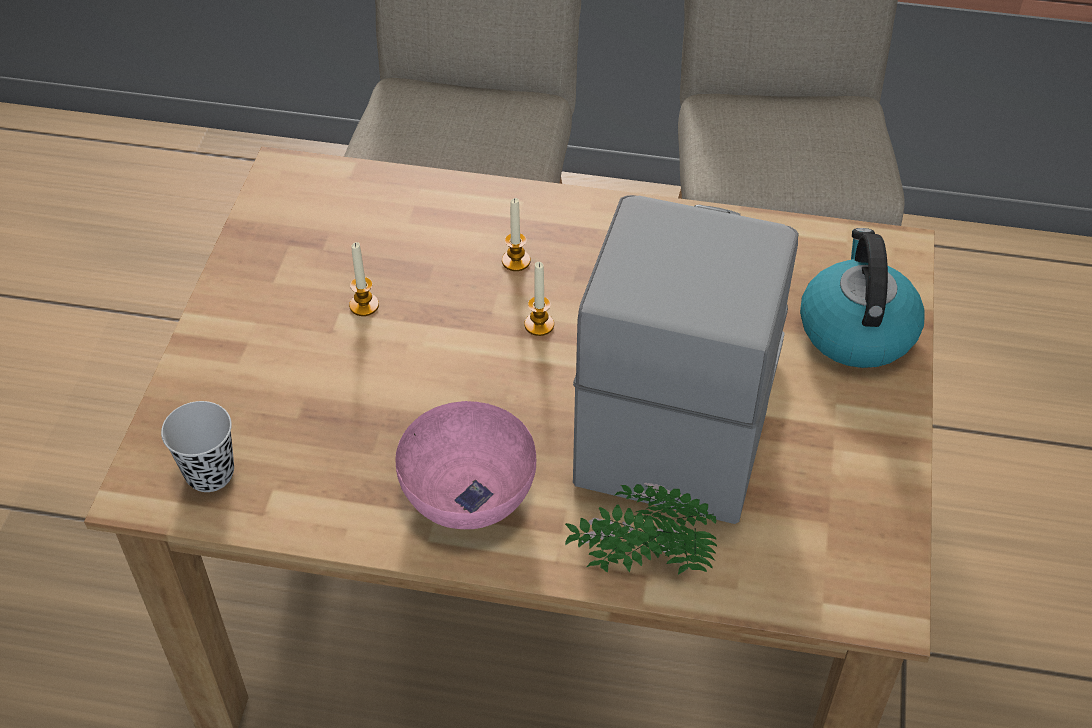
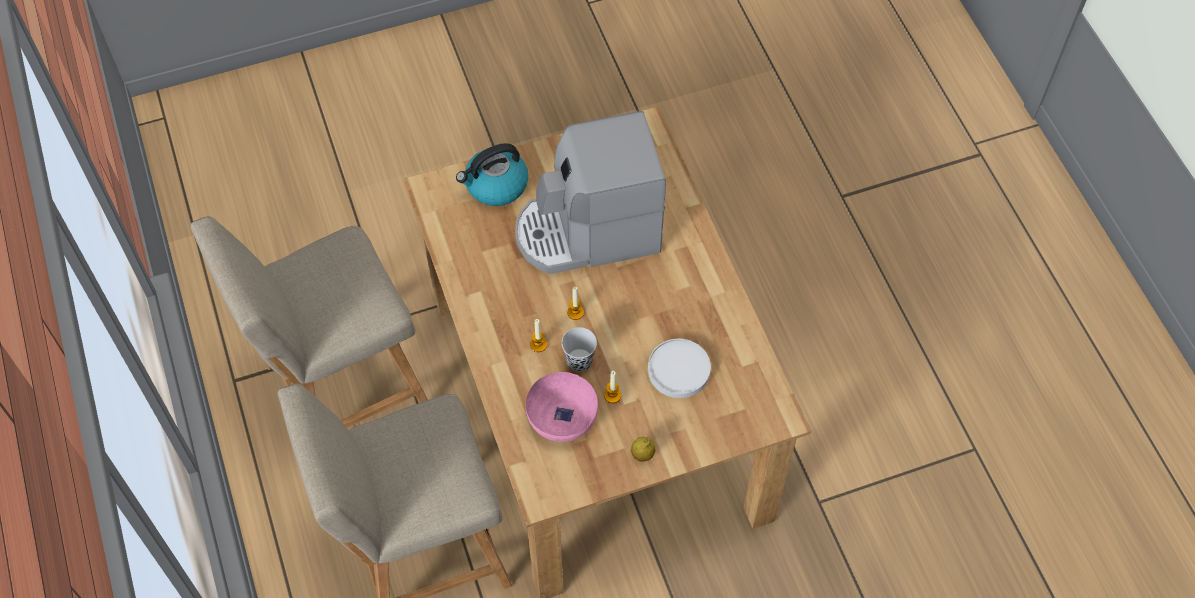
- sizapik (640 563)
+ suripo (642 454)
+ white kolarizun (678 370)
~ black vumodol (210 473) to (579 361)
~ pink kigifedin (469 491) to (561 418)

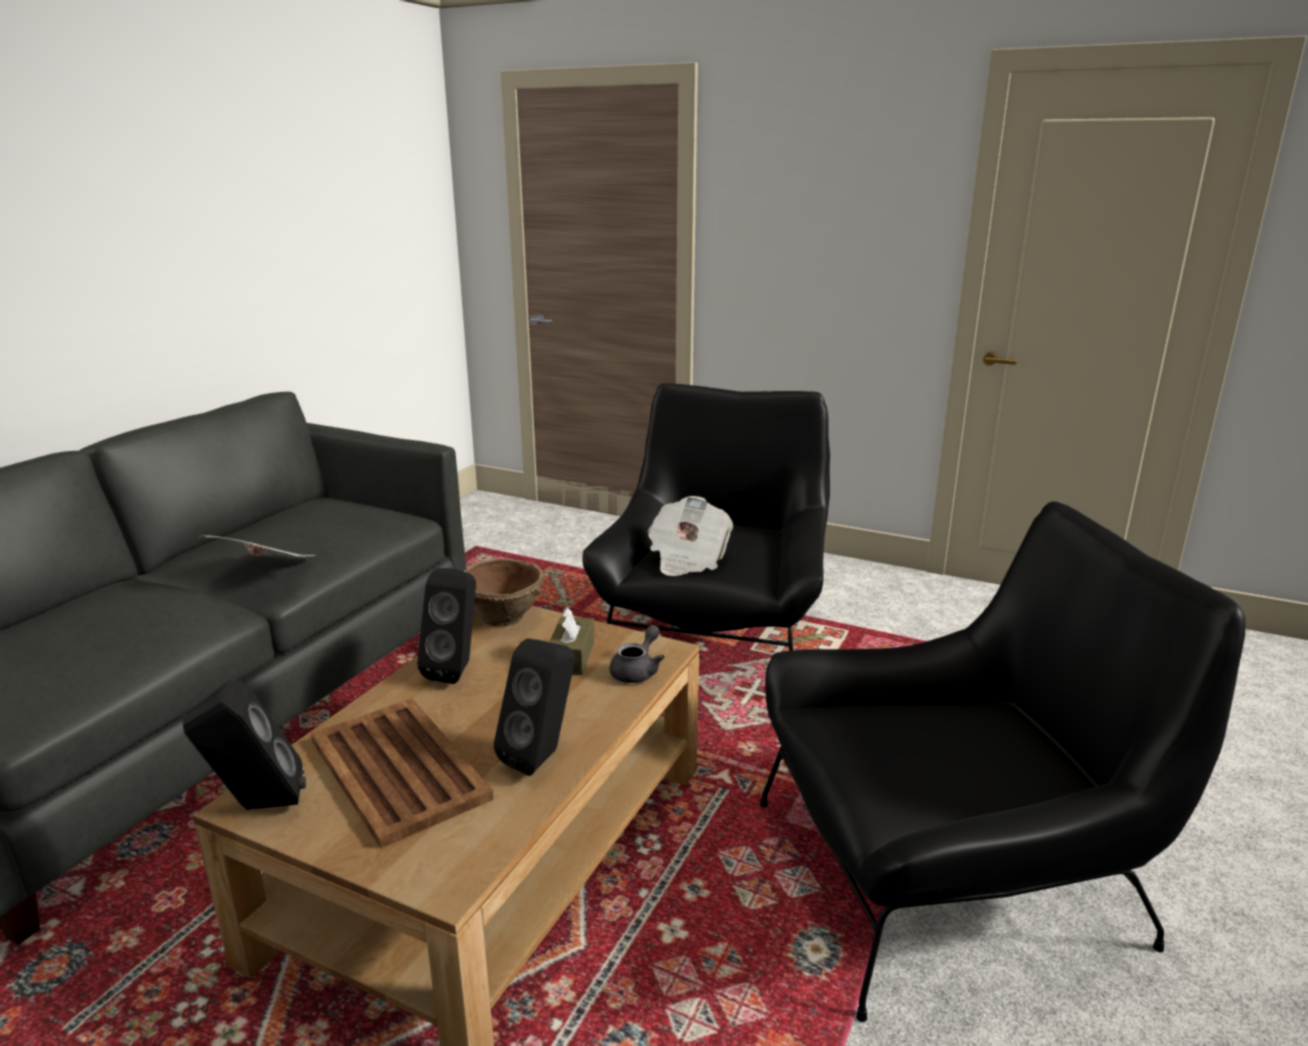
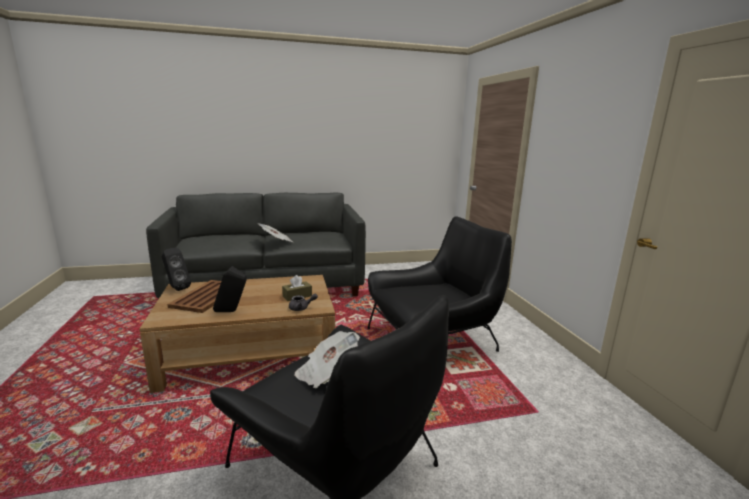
- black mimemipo (457 670)
- brown kigifedin (504 617)
~ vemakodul (687 558) to (327 373)

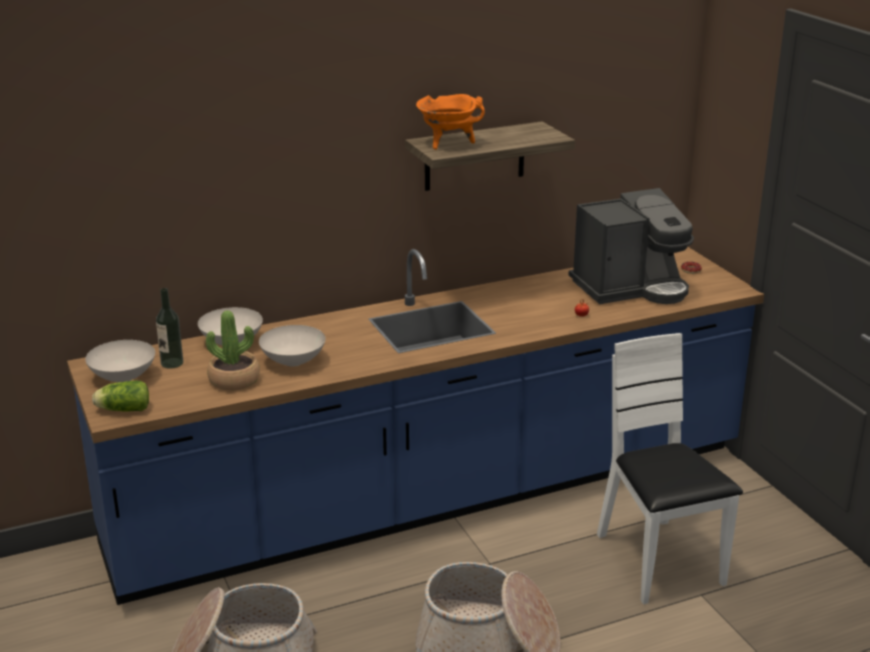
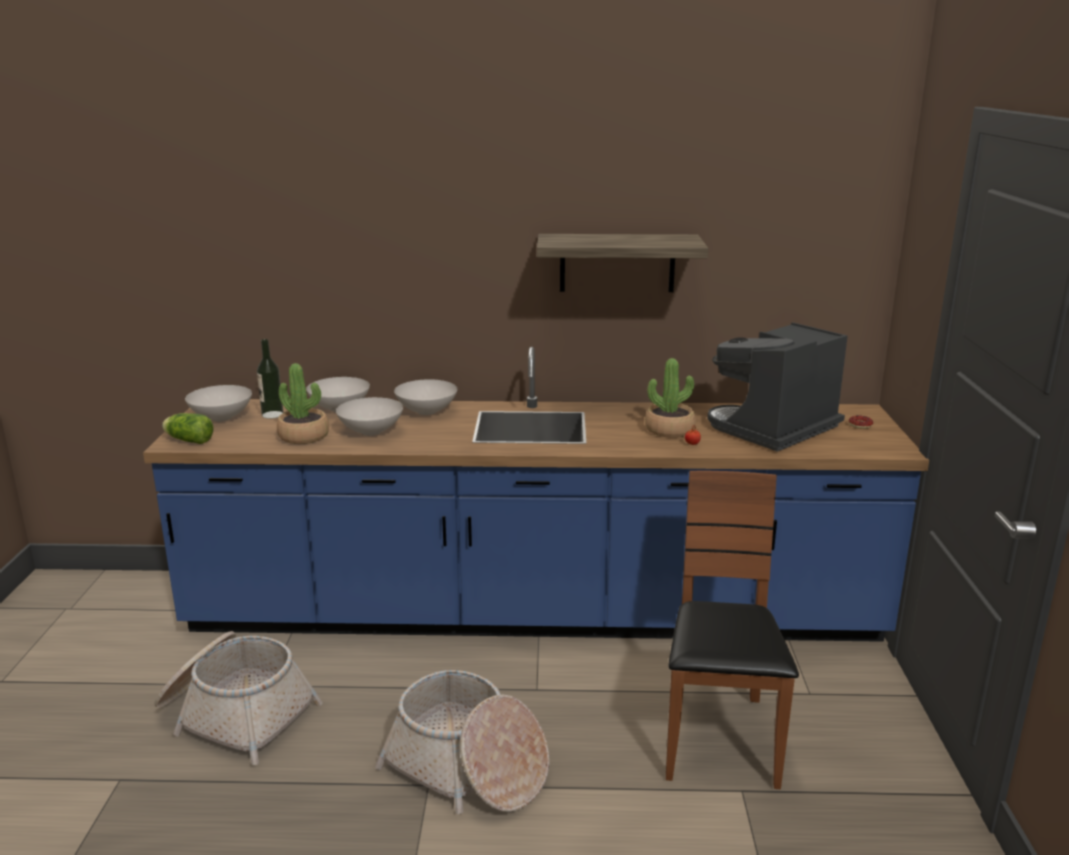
- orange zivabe (448 143)
+ white kigifedin (425 412)
+ sizapik (669 430)
~ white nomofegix (658 561) to brown nomofegix (718 739)
~ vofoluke (630 288) = (773 429) 135 degrees clockwise

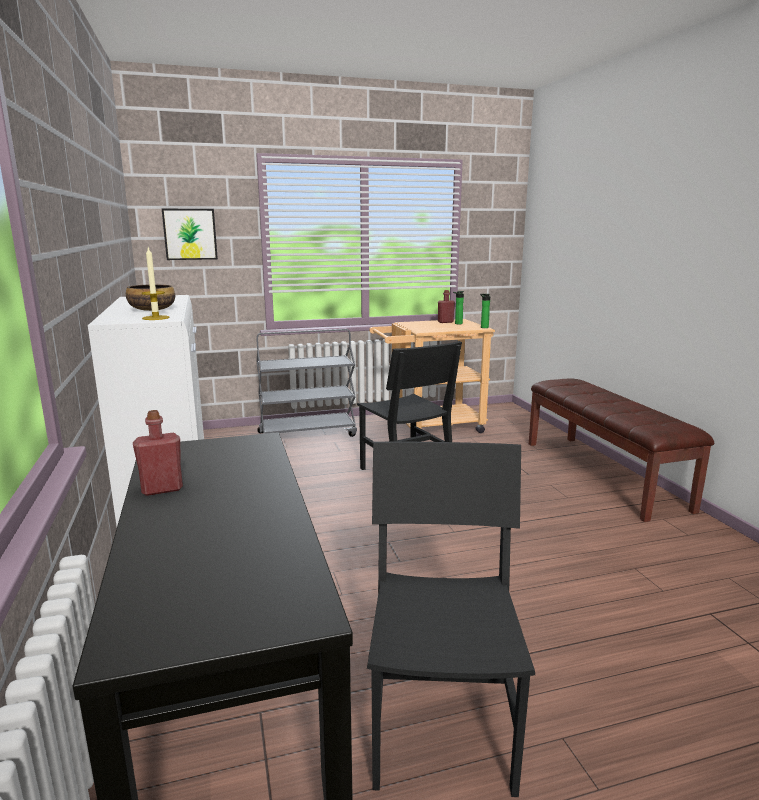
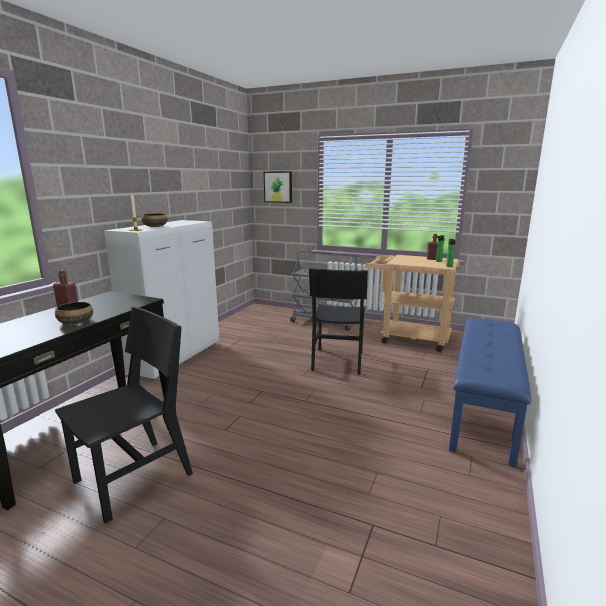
+ kigifedin (76 322)
~ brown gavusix (603 474) to blue gavusix (485 408)

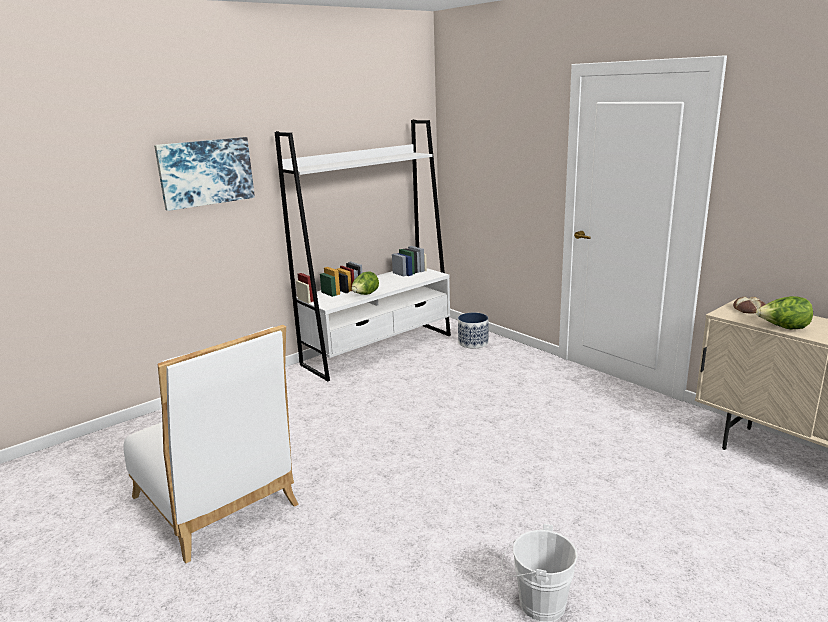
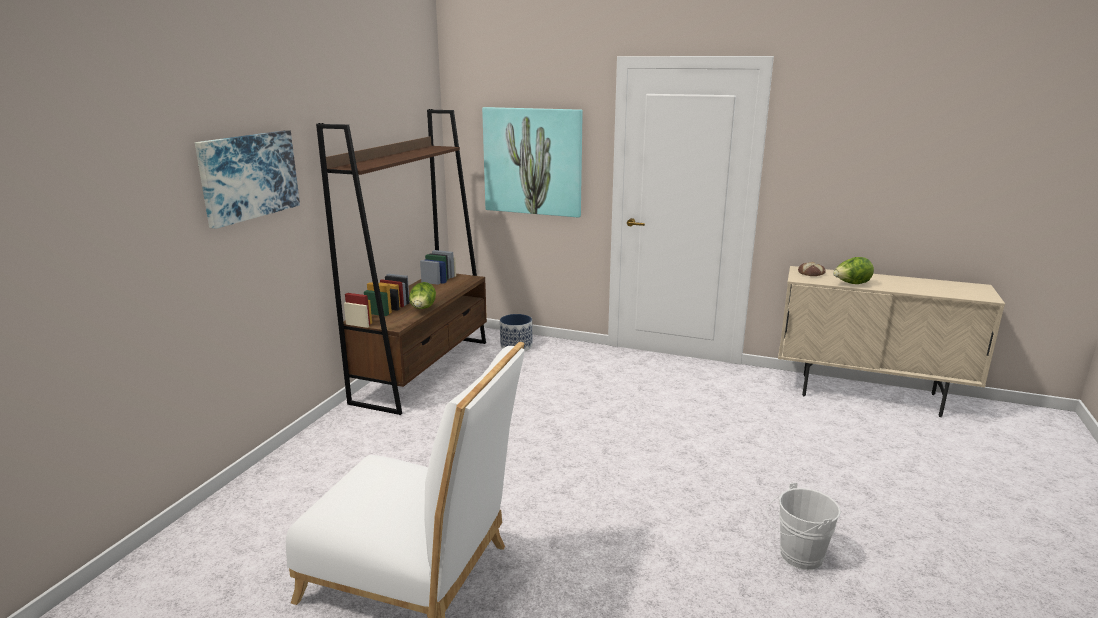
+ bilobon (533 161)
~ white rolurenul (379 349) to brown rolurenul (424 370)

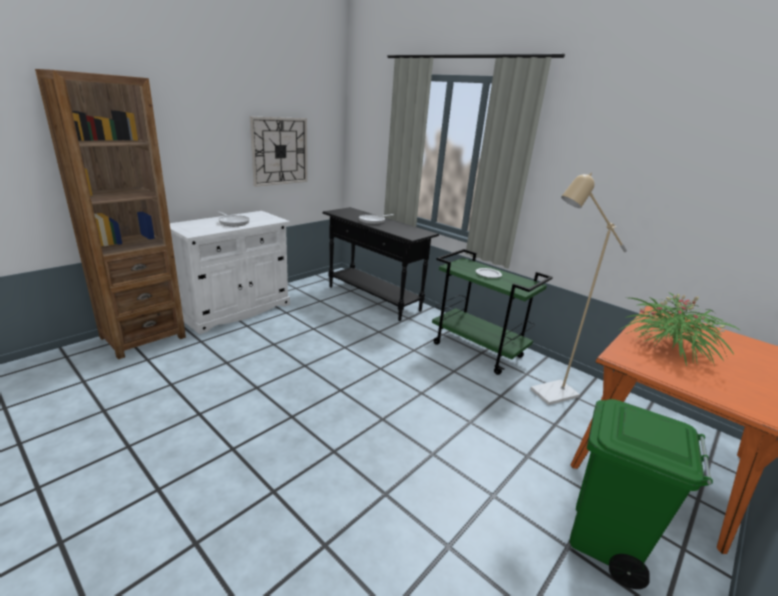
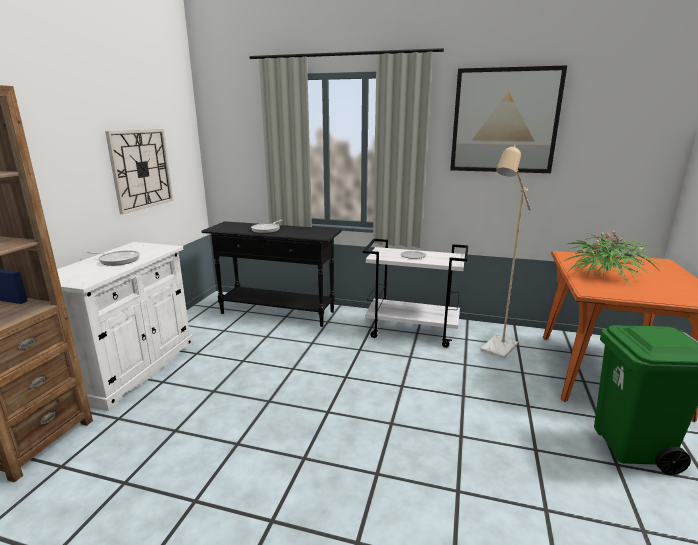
+ bilobon (504 121)
~ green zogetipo (478 350) to white zogetipo (413 332)

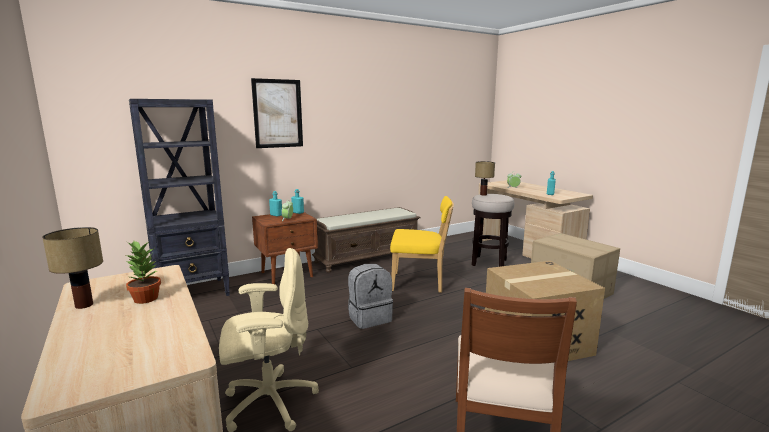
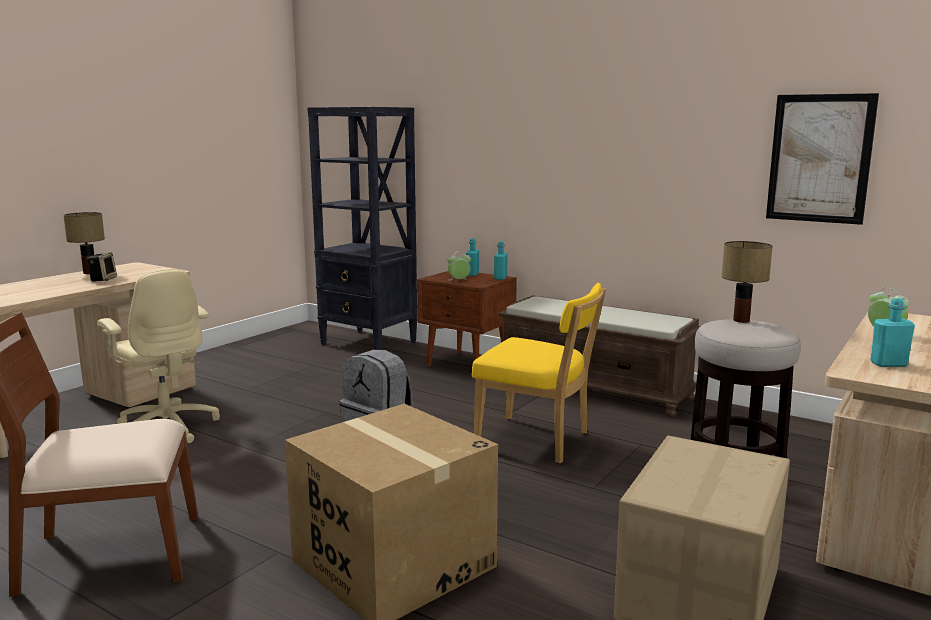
~ bilobon (278 113) to (819 158)
~ sizapik (145 299) to mimemipo (103 279)
~ yellow nomofegix (420 283) = (537 441) 45 degrees counterclockwise

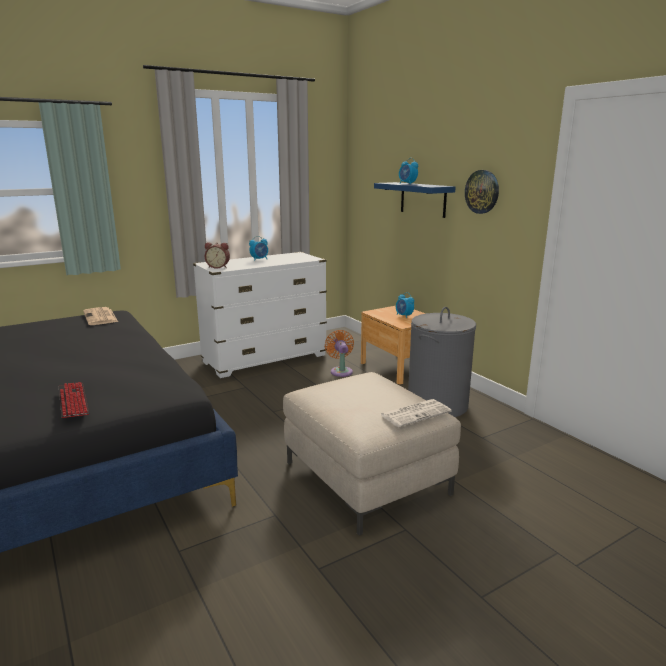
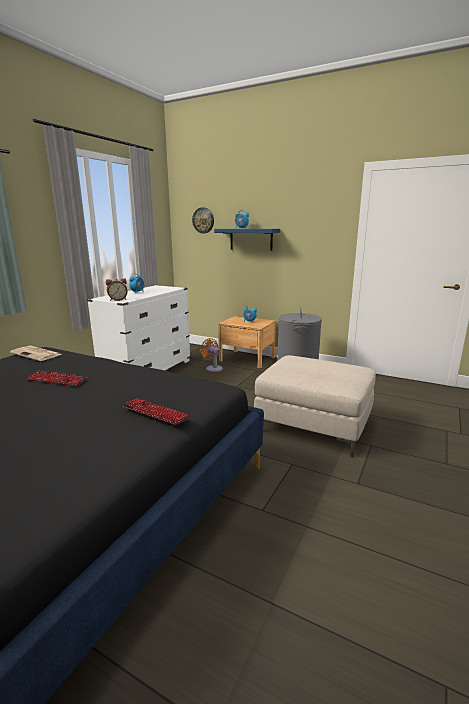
- vemakodul (415 413)
+ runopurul (57 380)
~ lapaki (482 191) to (203 220)

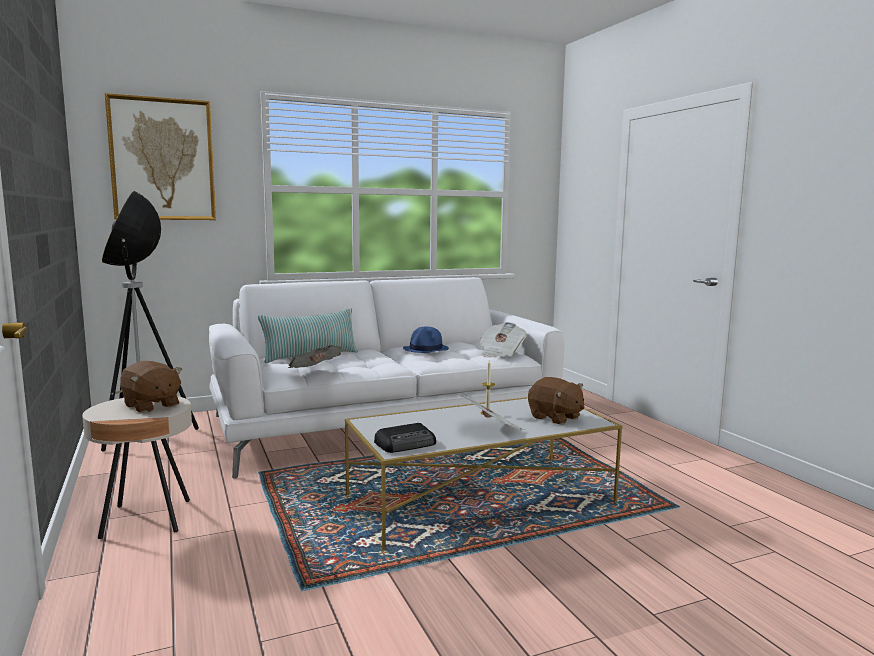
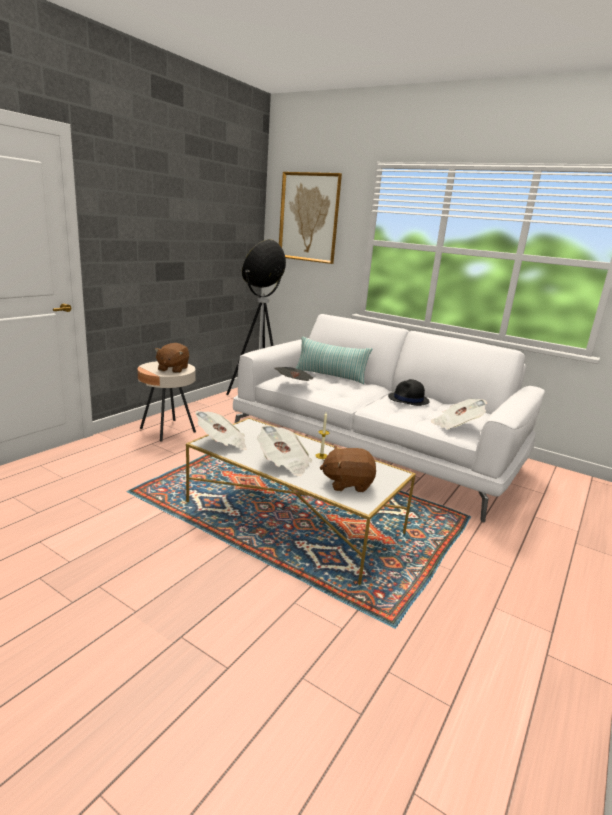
~ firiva (406 444) to vemakodul (222 443)
~ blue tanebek (426 349) to black tanebek (408 399)
~ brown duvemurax (555 417) = (347 483) 75 degrees clockwise

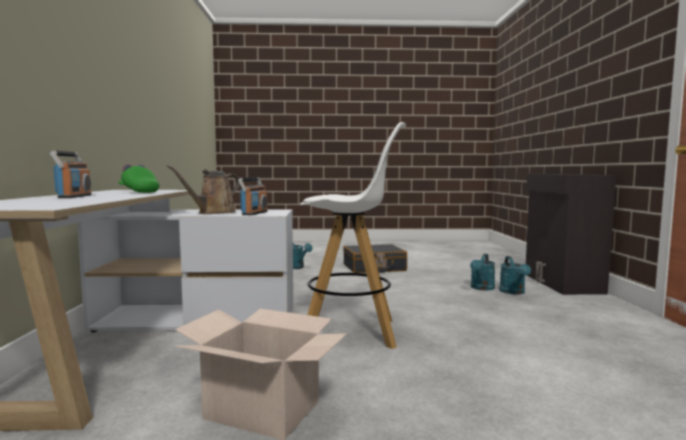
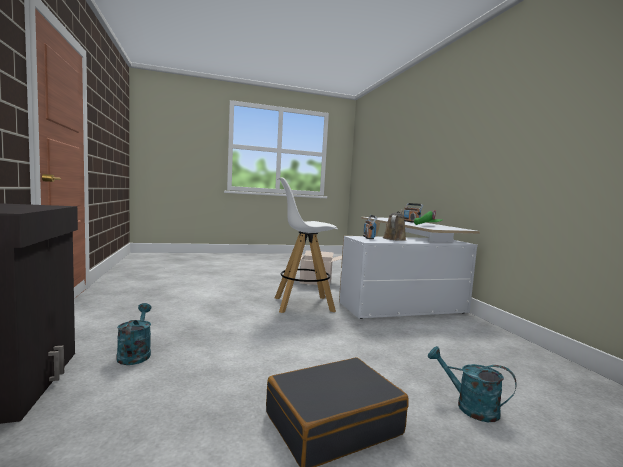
- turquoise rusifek (481 288)

